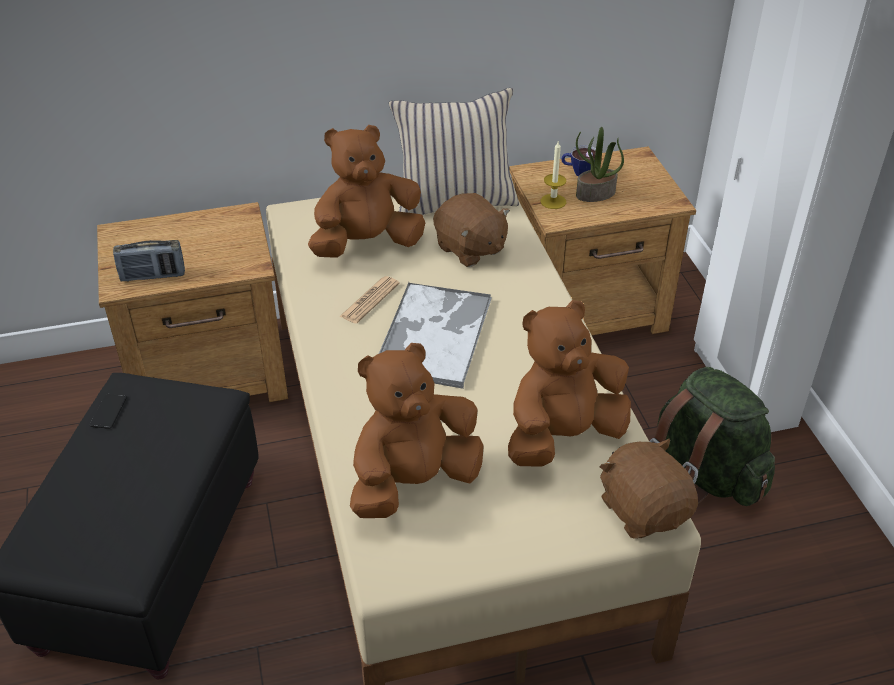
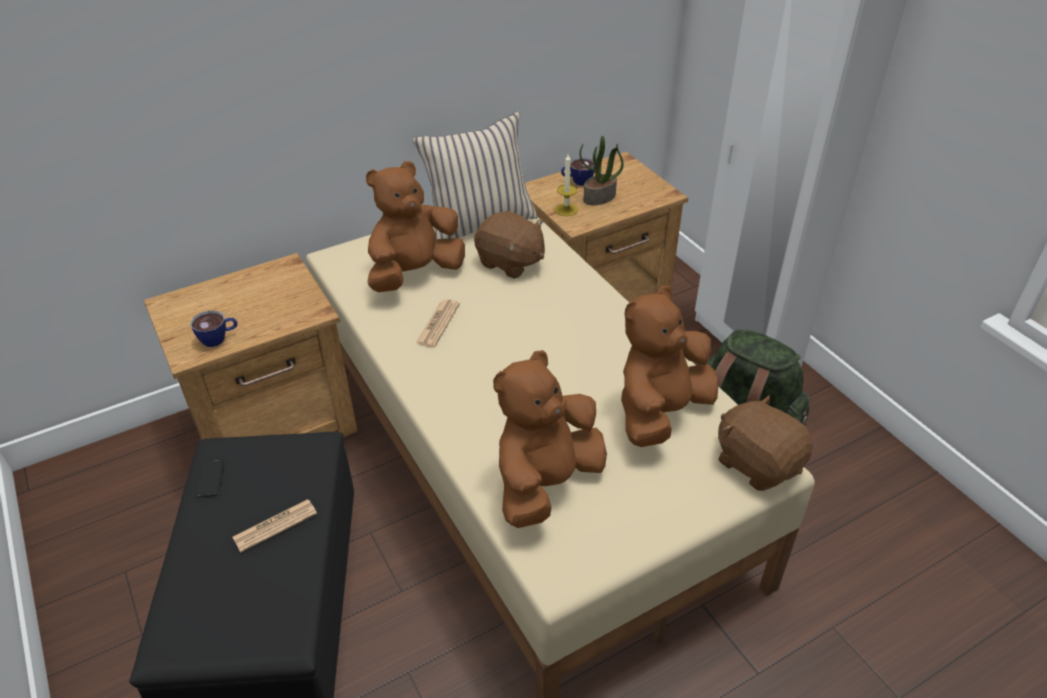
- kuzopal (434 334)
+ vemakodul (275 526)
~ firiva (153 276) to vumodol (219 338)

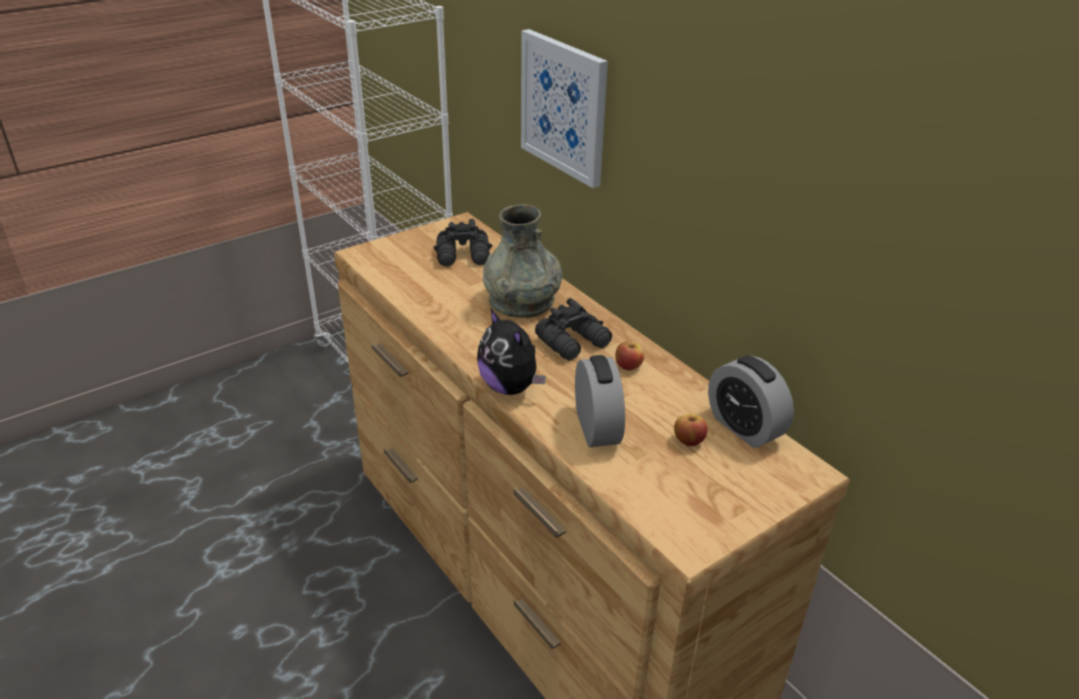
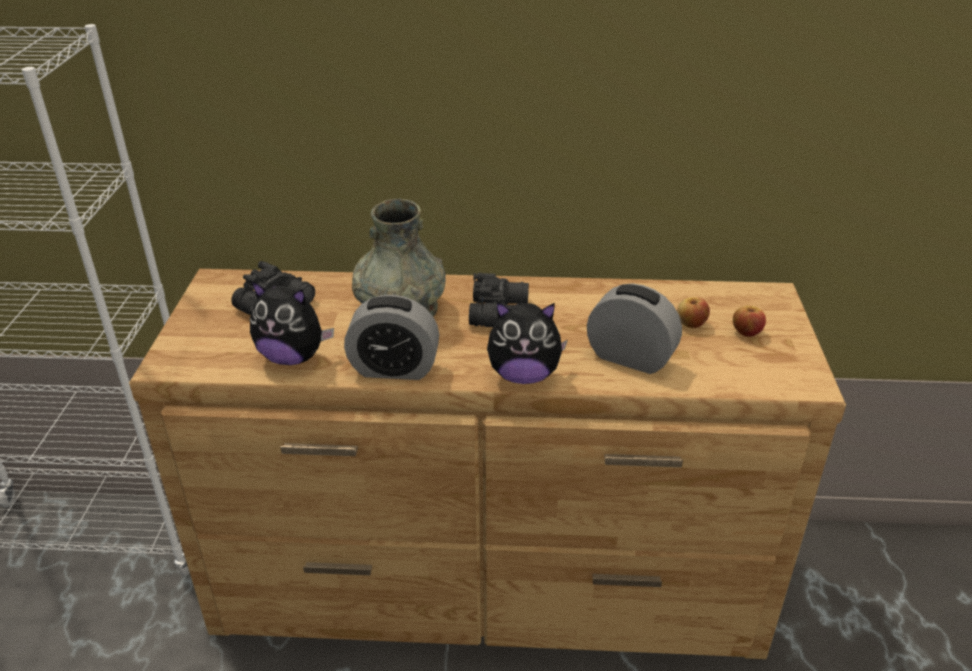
- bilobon (564 107)
+ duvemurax (293 357)
~ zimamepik (628 366) to (746 332)
~ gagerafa (744 427) to (394 369)

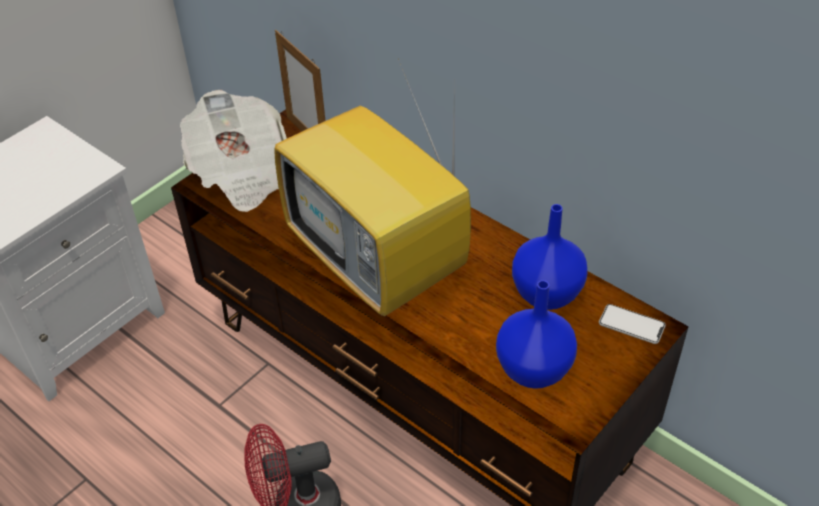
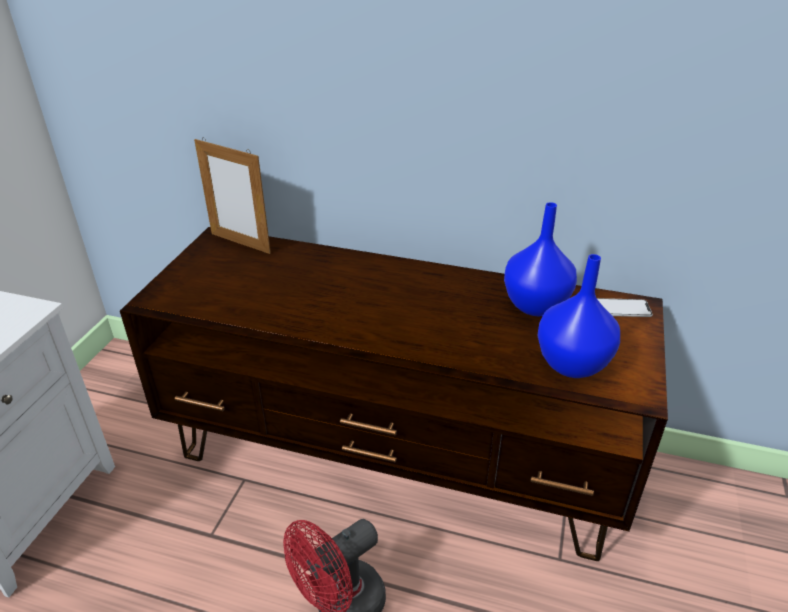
- vemakodul (242 173)
- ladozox (381 264)

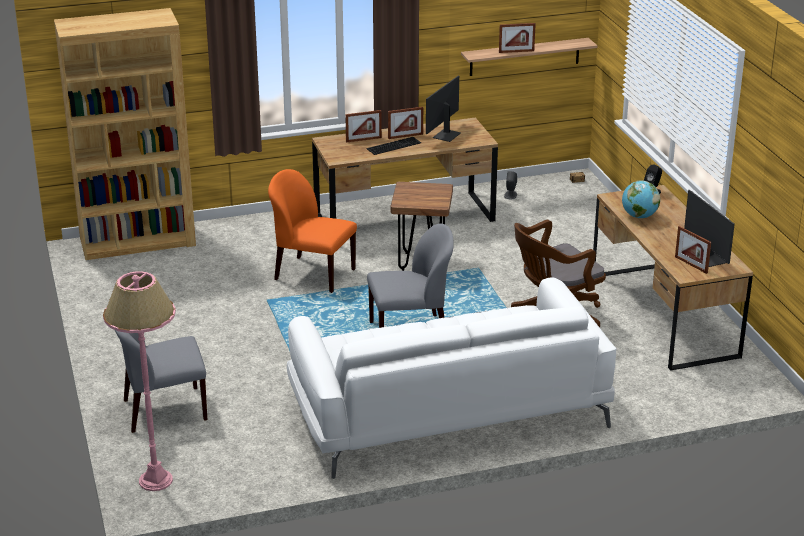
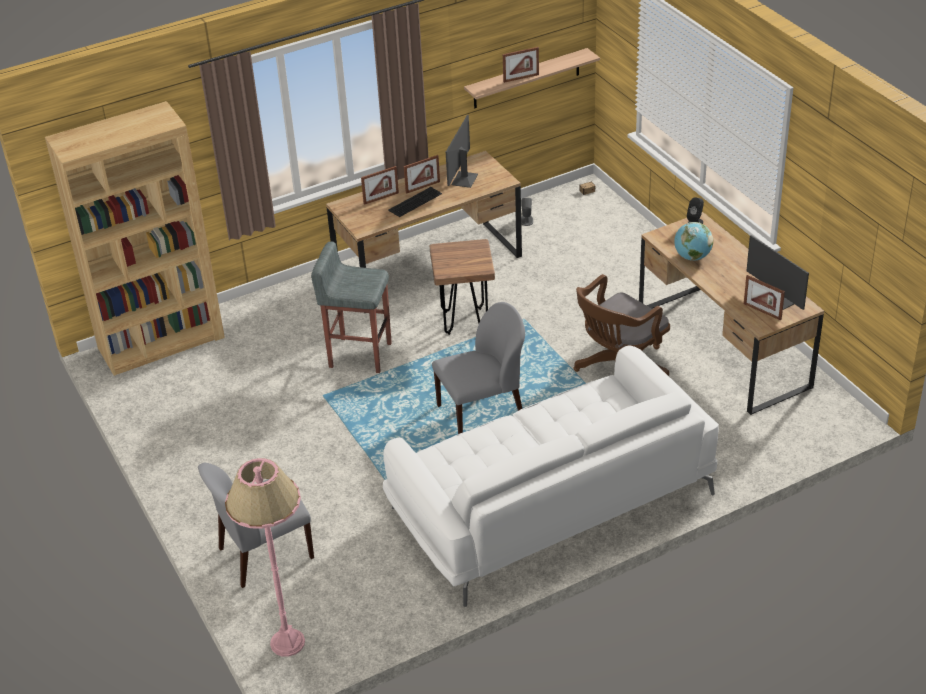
~ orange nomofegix (313 274) to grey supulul (359 354)

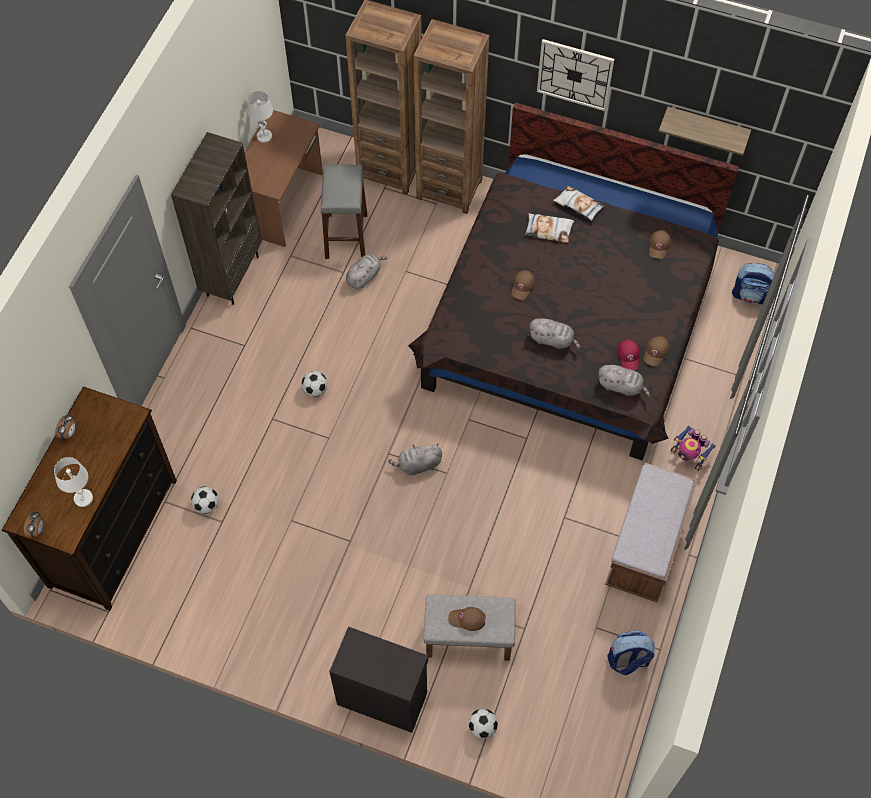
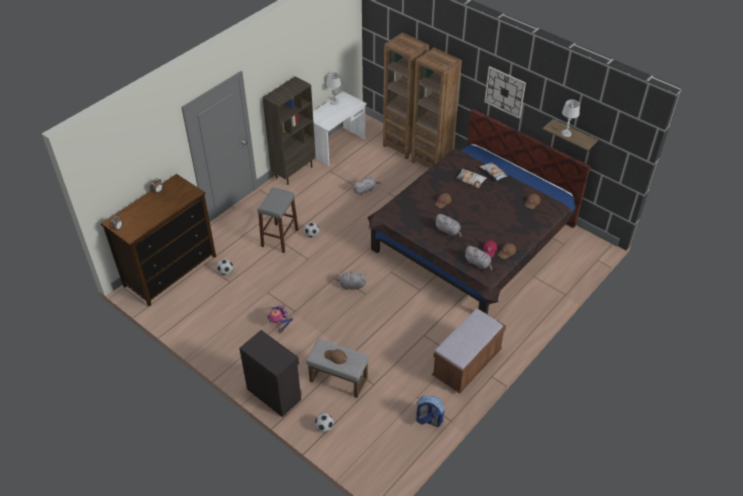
- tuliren (750 295)
~ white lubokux (83 498) to (566 133)
~ grey supulul (346 236) to (280 238)
~ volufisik (689 456) to (280 324)
~ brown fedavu (282 202) to white fedavu (337 146)

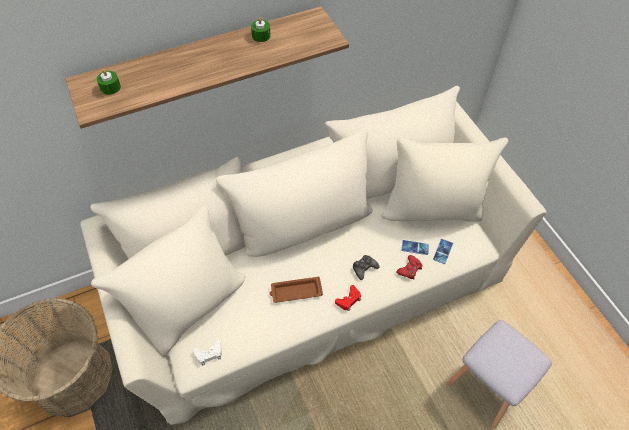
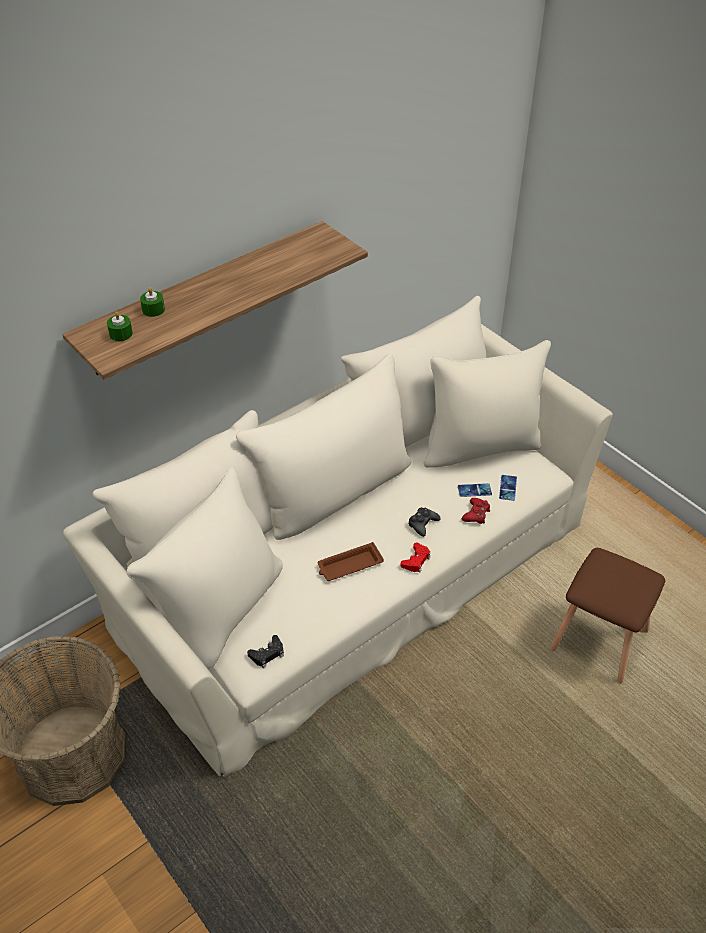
~ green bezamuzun (261 36) to (153 309)
~ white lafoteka (209 354) to black lafoteka (267 654)
~ grey supulul (489 385) to brown supulul (601 640)

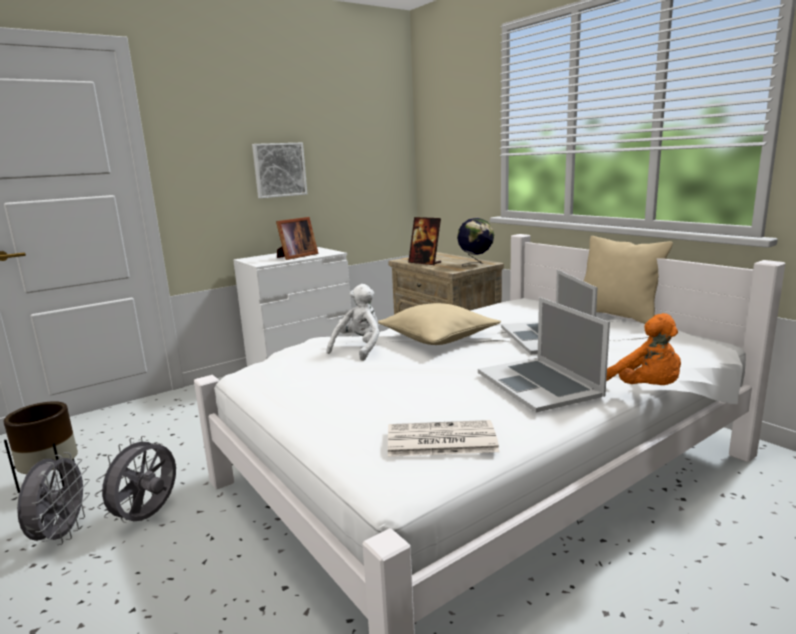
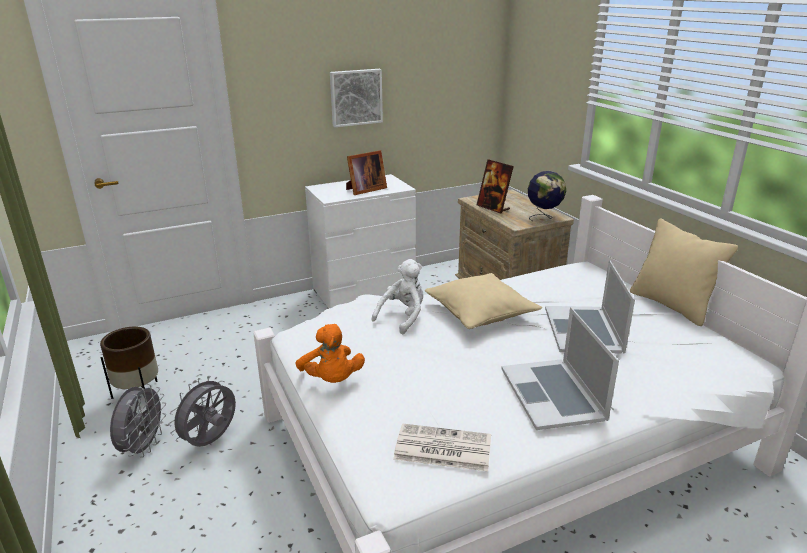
~ orange duvemurax (643 389) to (331 380)

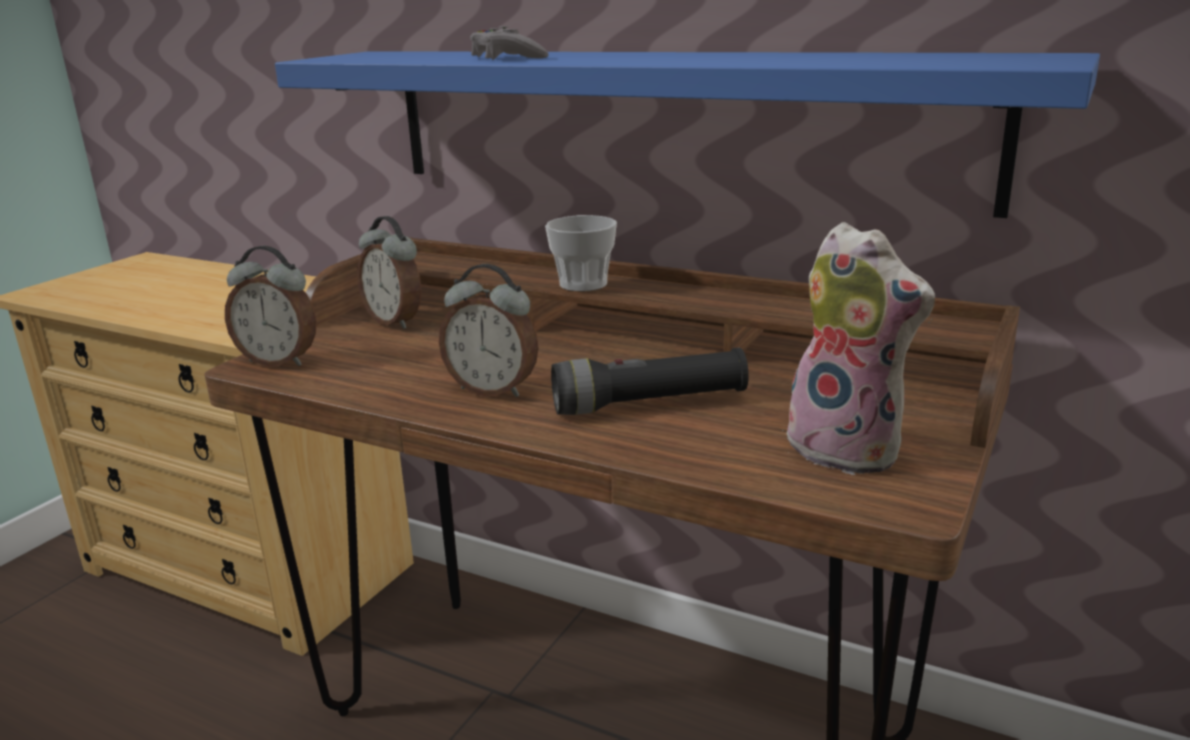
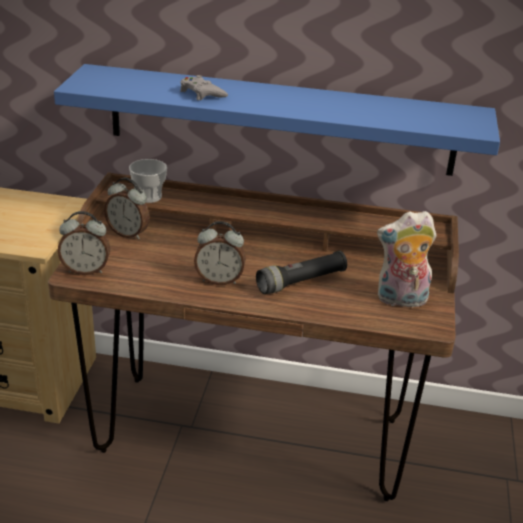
~ vumodol (583 284) to (149 196)
~ duvemurax (850 449) = (400 300) 150 degrees clockwise

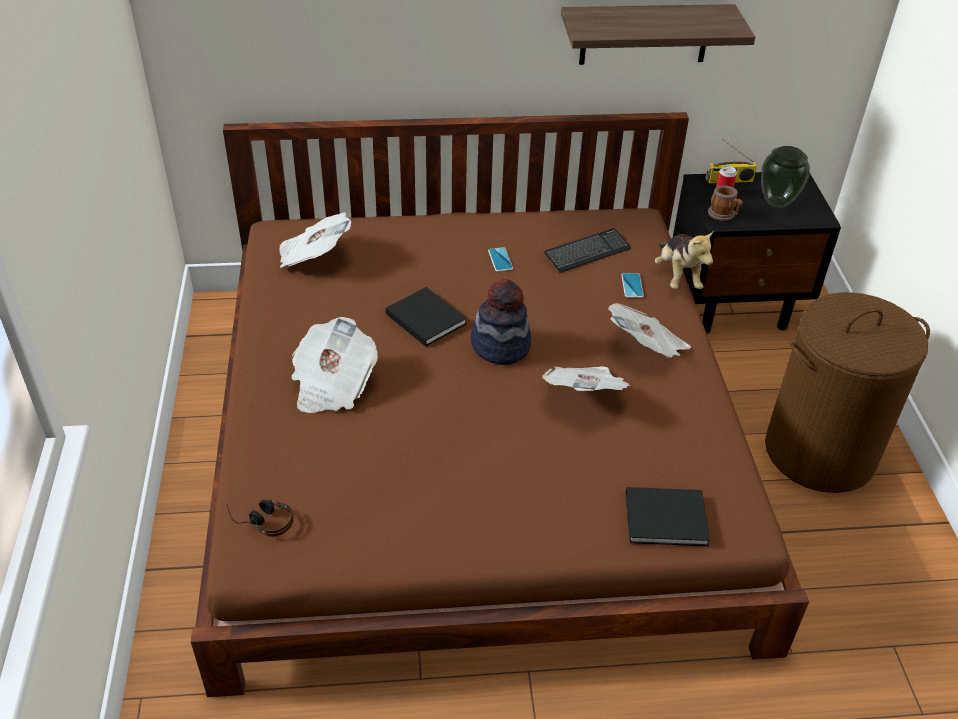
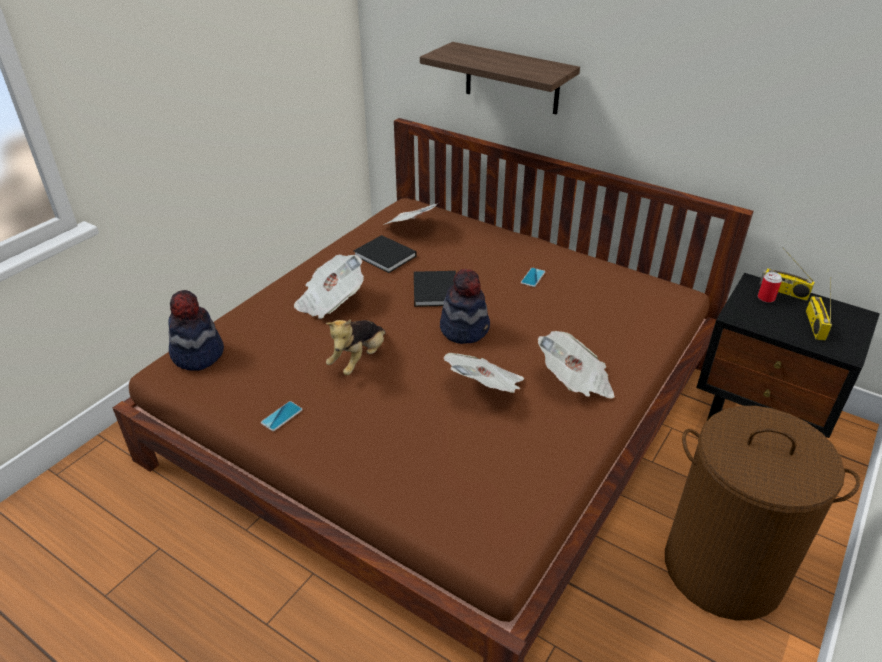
- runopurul (587 252)
- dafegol (723 215)
~ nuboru (644 34) to (512 78)
~ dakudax (632 286) to (281 416)
~ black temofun (668 519) to (386 256)
~ duvemurax (678 276) to (359 360)
~ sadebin (261 520) to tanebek (197 354)
~ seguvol (778 202) to firiva (814 324)

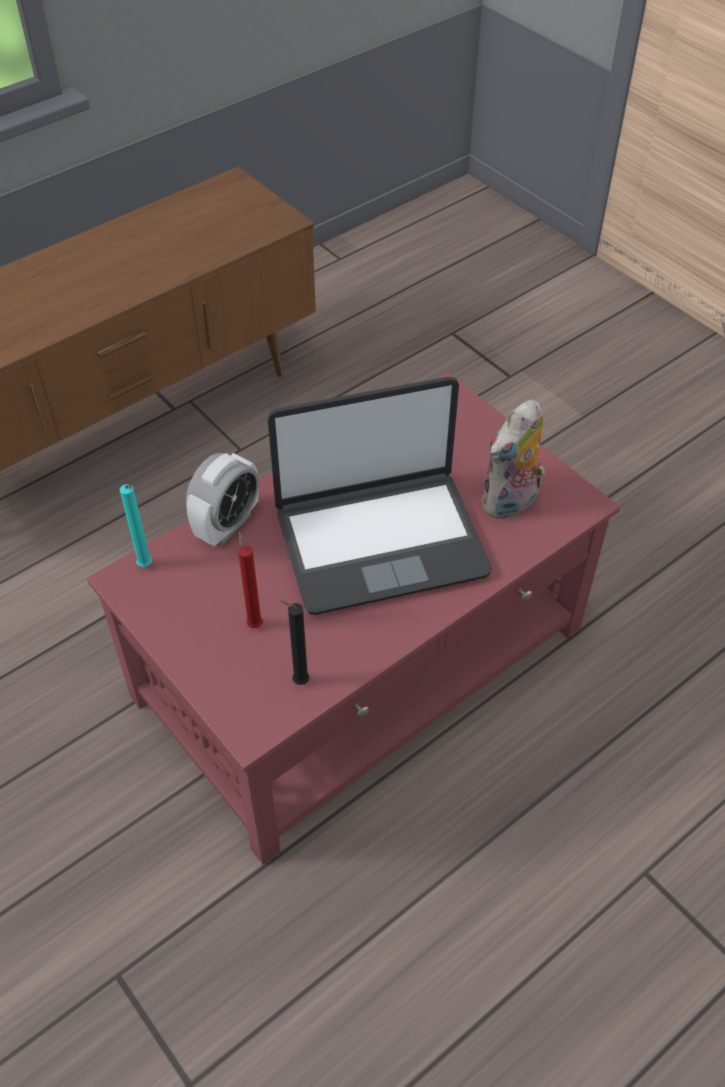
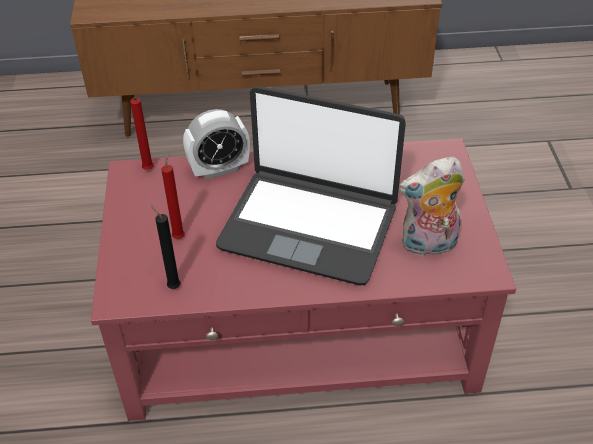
~ turquoise bezamuzun (146 567) to red bezamuzun (148 171)

